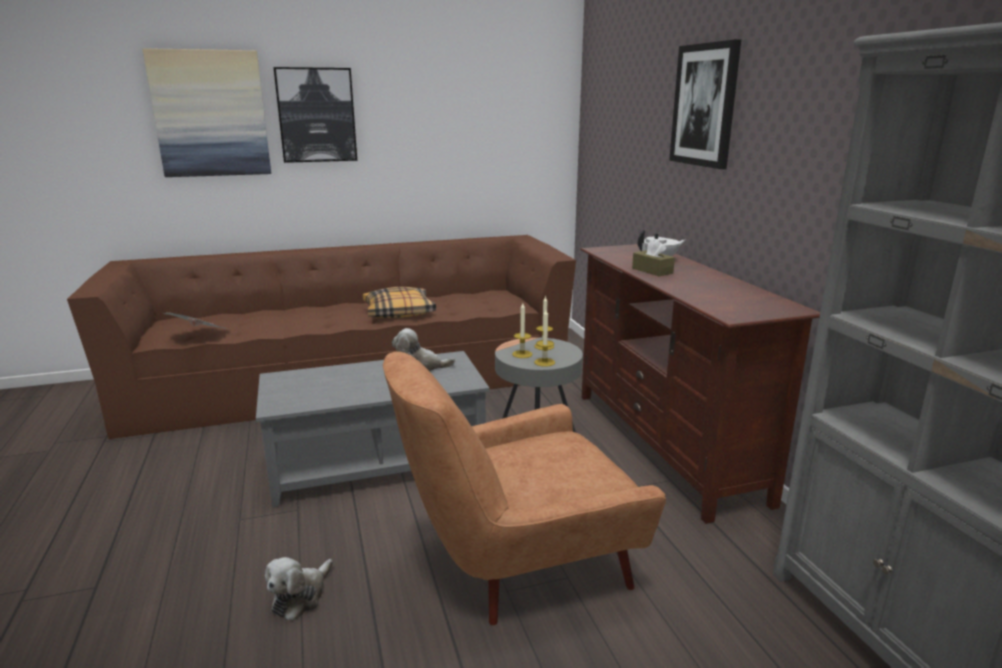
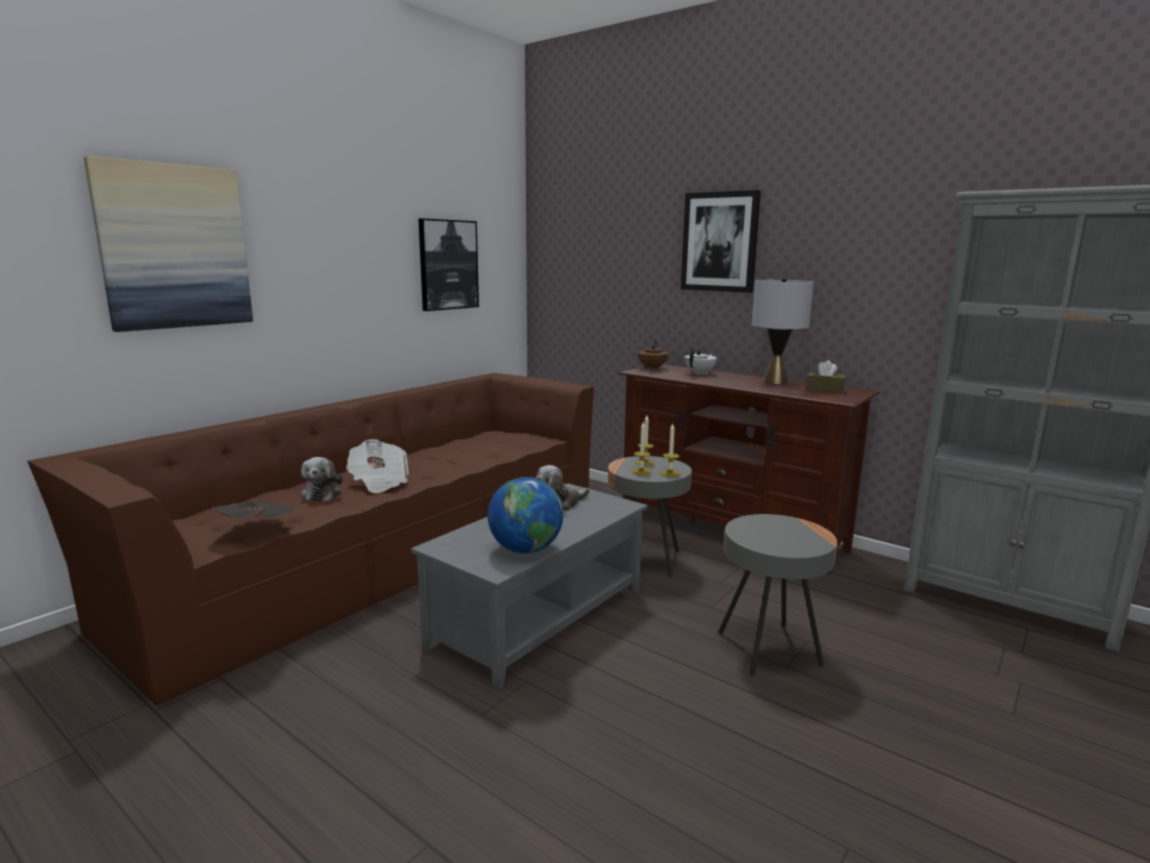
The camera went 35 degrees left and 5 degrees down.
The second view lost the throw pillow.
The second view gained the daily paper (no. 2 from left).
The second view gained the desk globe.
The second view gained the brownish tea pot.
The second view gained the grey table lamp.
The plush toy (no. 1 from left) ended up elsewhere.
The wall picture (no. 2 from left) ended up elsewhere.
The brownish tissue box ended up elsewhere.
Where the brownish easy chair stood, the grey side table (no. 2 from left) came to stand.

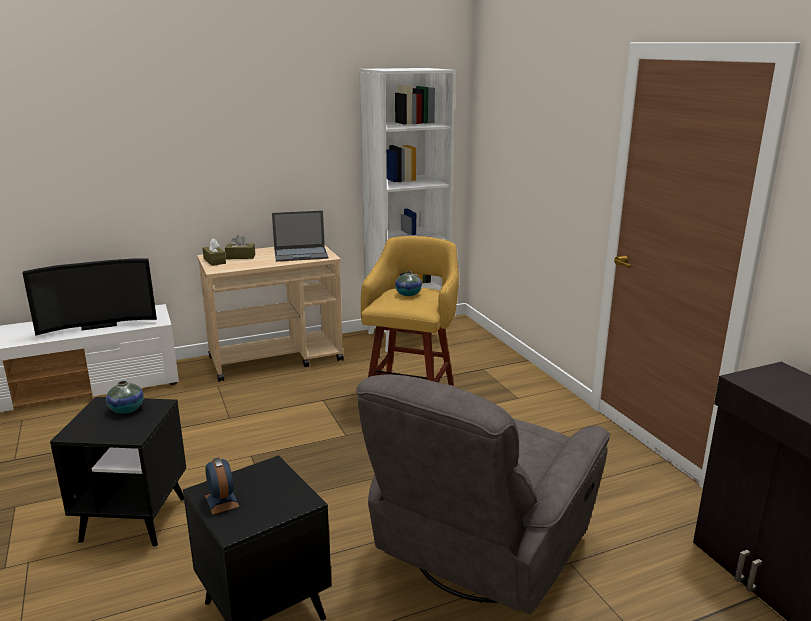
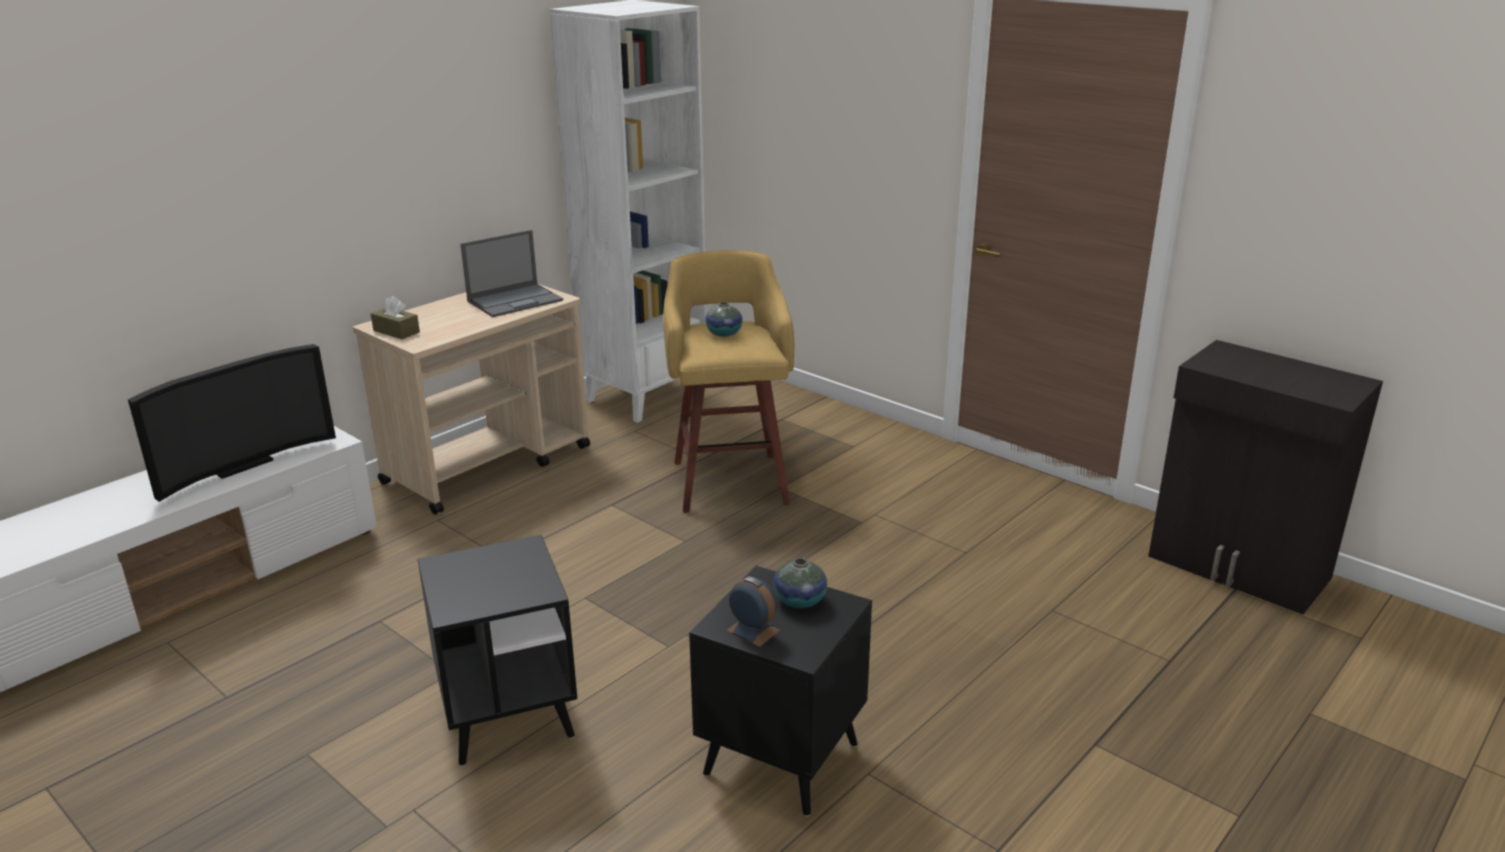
The camera went 25 degrees left and 5 degrees up.
The second view lost the brownish tissue box (no. 2 from left).
The second view lost the grey easy chair.
The flower vase (no. 1 from left in the first image) ended up elsewhere.

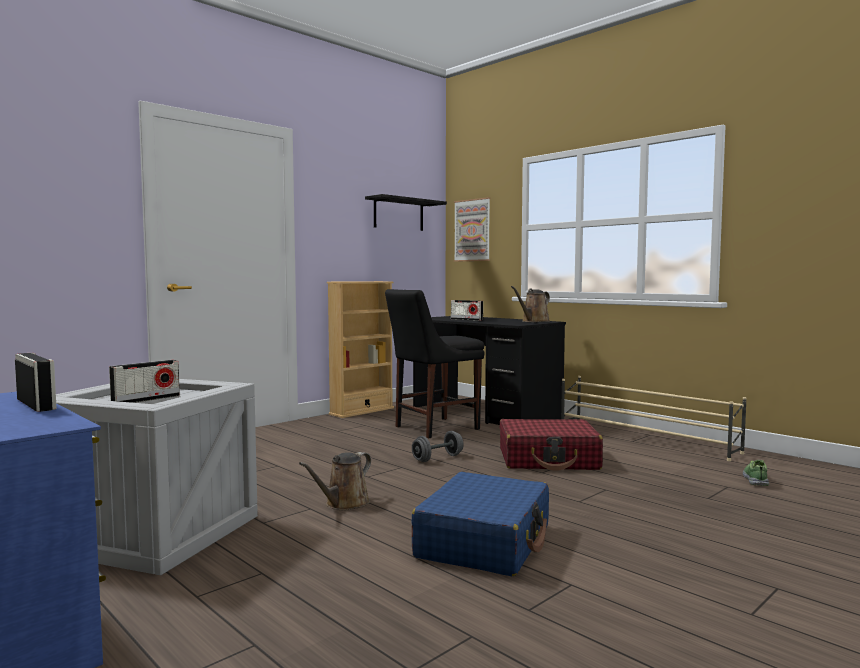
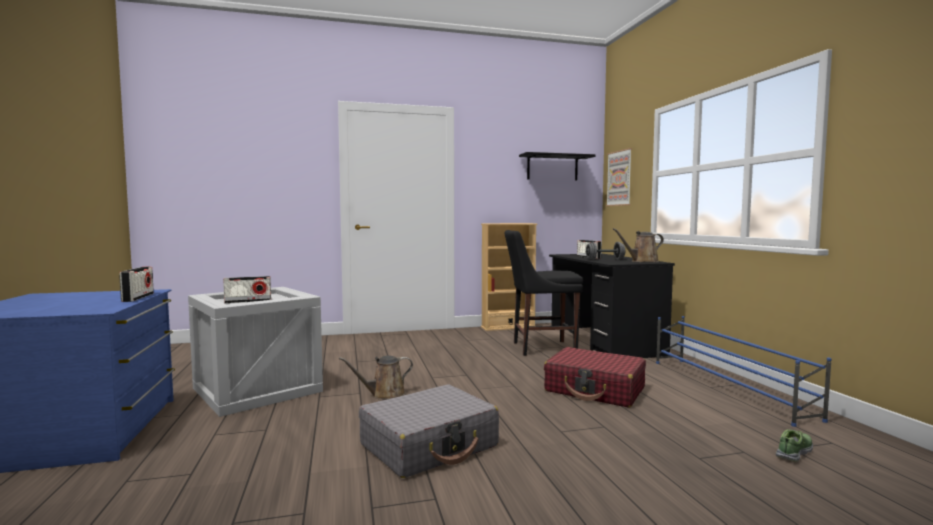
The camera went 30 degrees right and 0 degrees up.
The grey hand weight ended up elsewhere.
What was the bluish piece of luggage turned into the grey piece of luggage.
What was the sand-coloured shoe rack turned into the bluish shoe rack.

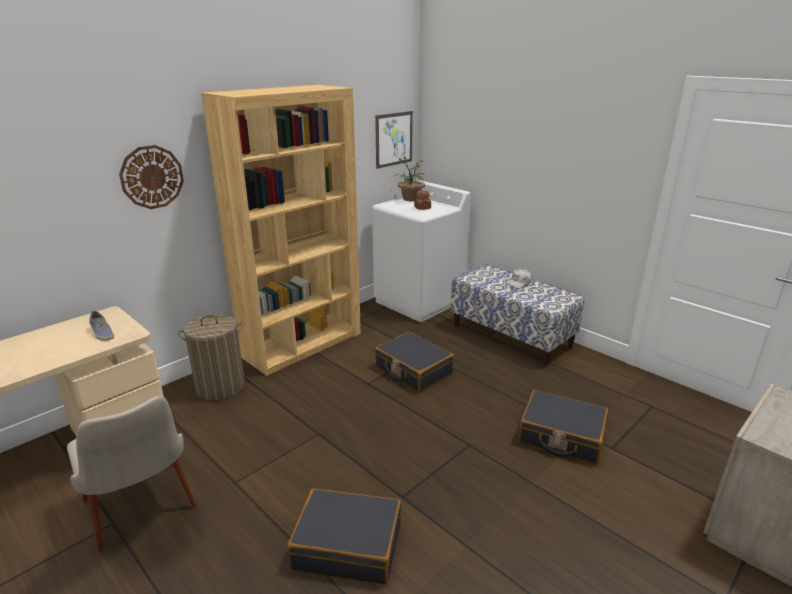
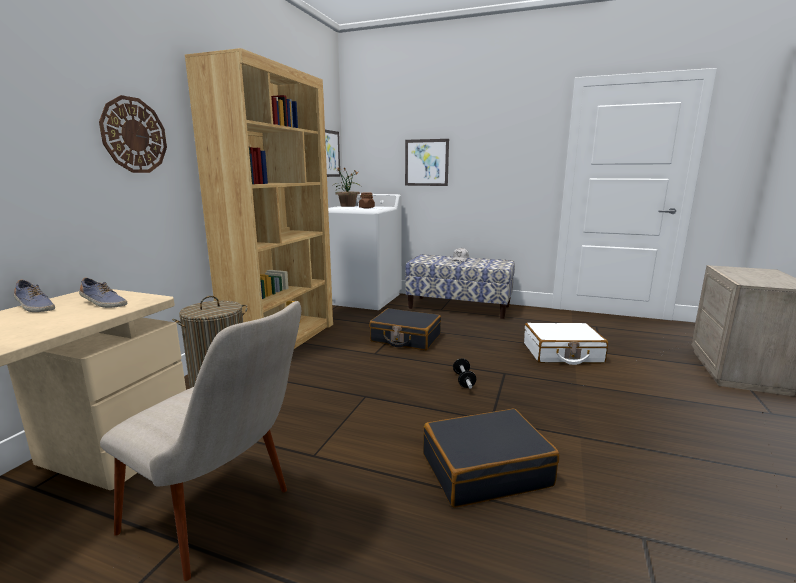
The camera went 25 degrees left and 10 degrees down.
The second view gained the item of footwear (no. 1 from left).
The second view gained the wall picture (no. 2 from left).
The second view gained the hand weight.
What was the black piece of luggage (no. 3 from left) turned into the whitish piece of luggage.

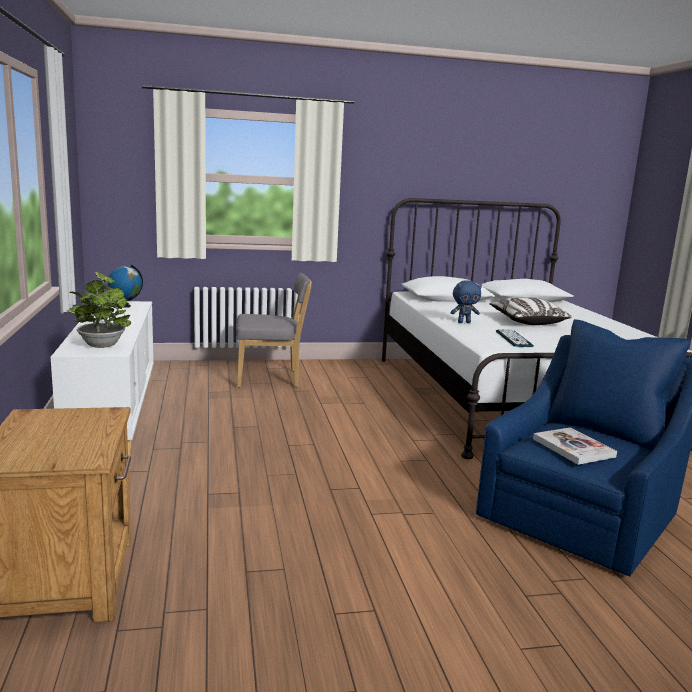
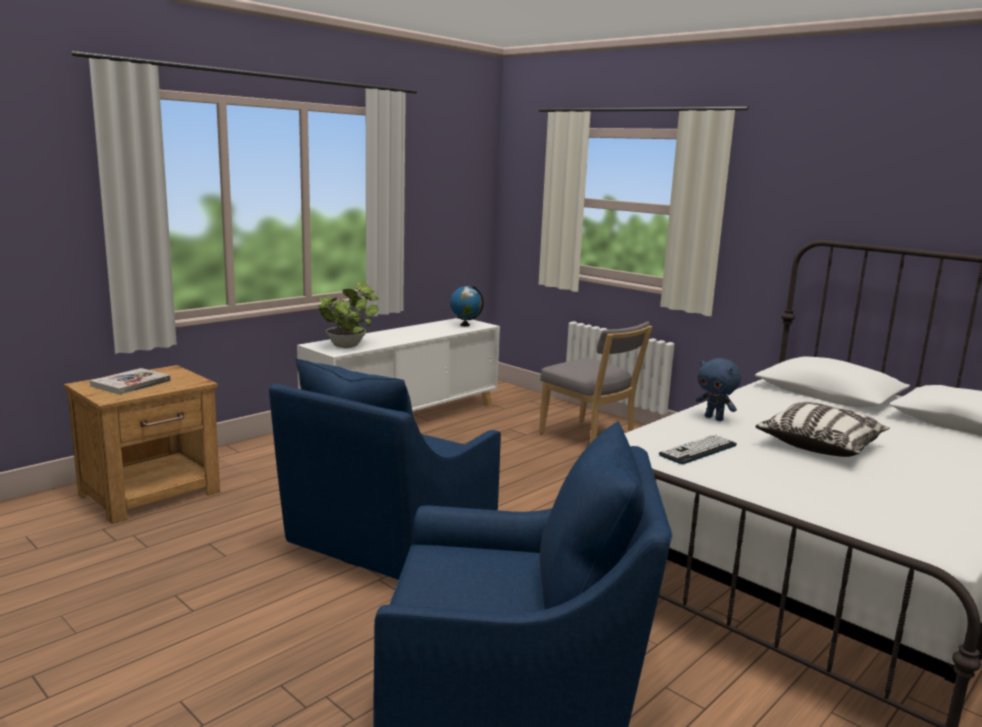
The camera went 55 degrees right and 0 degrees up.
The second view gained the bluish easy chair (no. 1 from left).
The bound book ended up elsewhere.

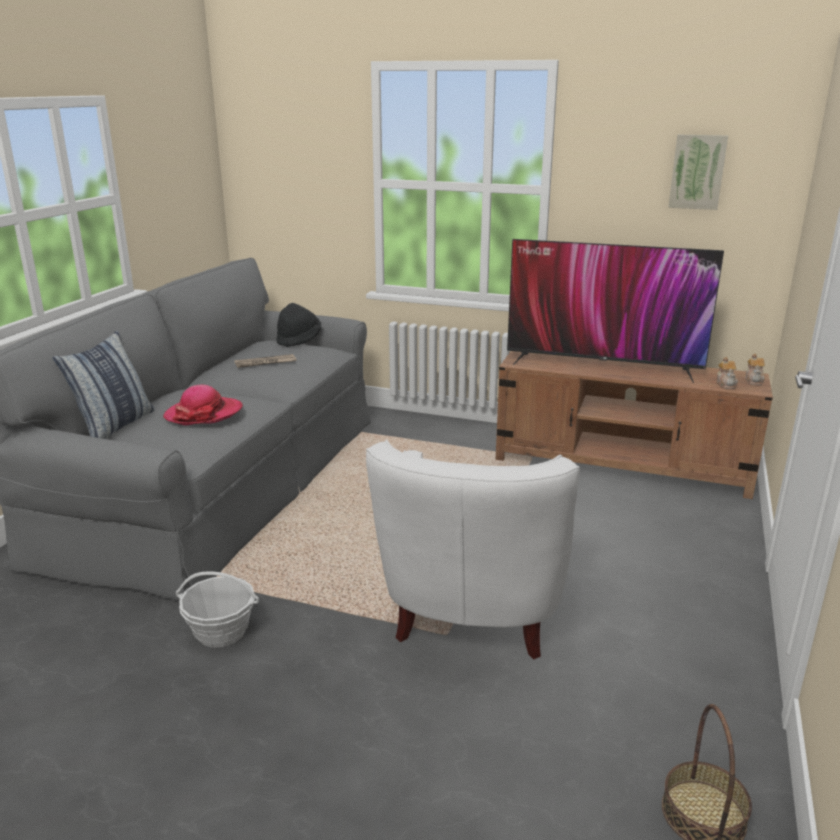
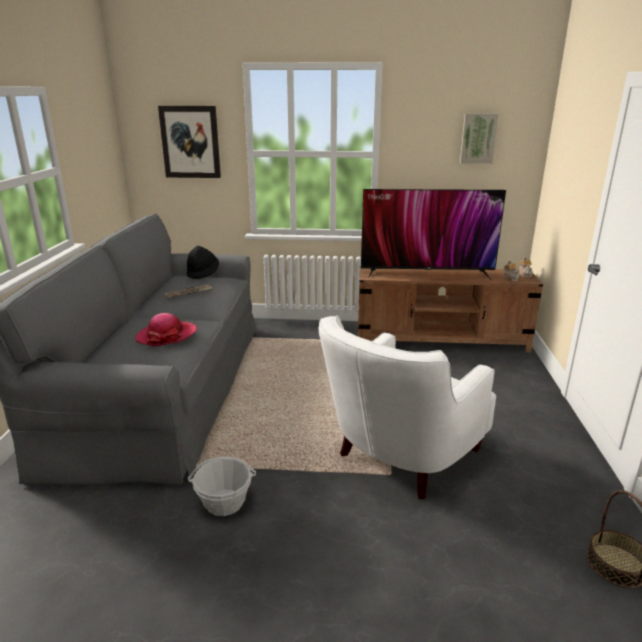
The camera went 15 degrees left and 0 degrees up.
The second view lost the throw pillow.
The second view gained the wall picture (no. 1 from left).
The whitish easy chair ended up facing another way, 45 degrees clockwise from before.

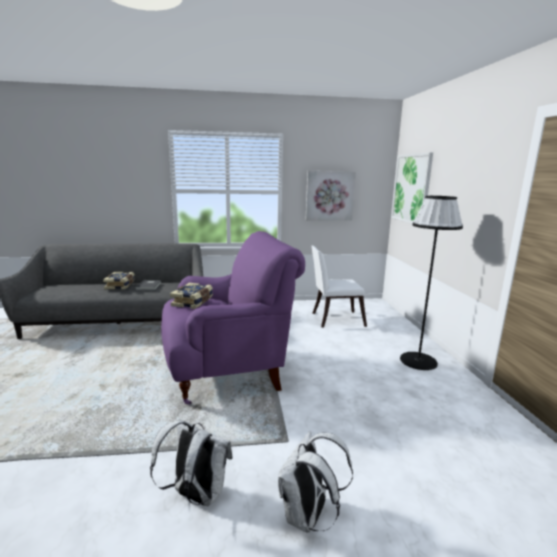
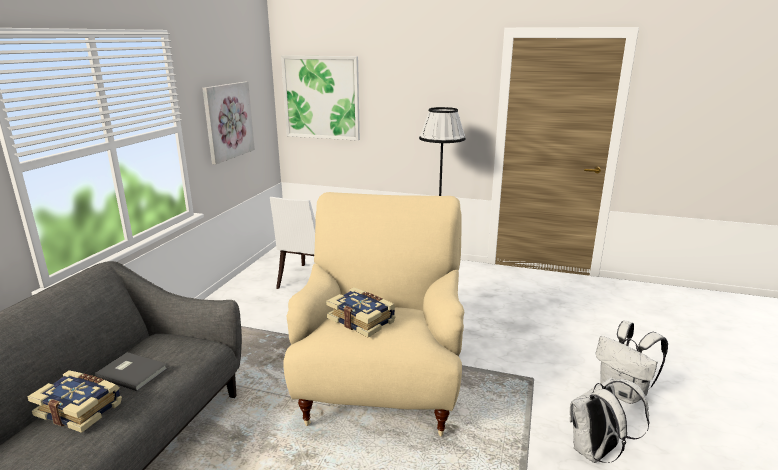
The camera went 65 degrees left and 5 degrees up.
What was the purple easy chair turned into the sand-coloured easy chair.

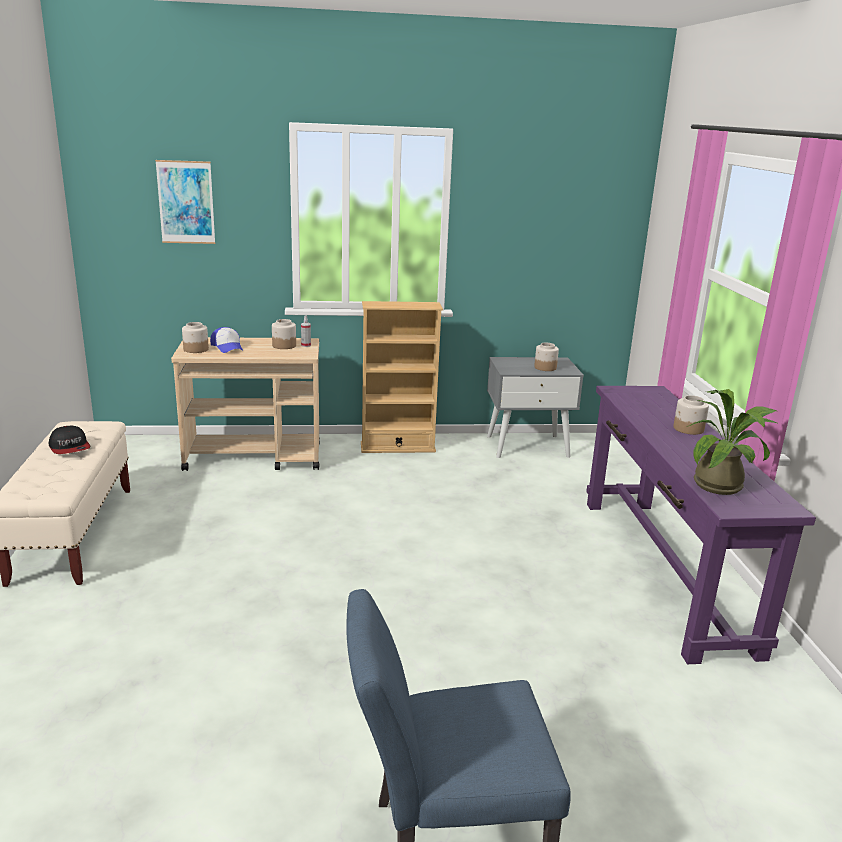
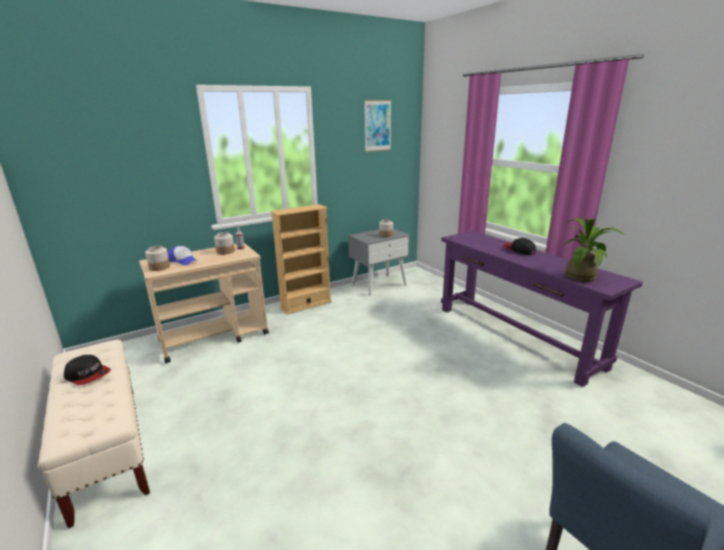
The camera went 25 degrees left and 0 degrees up.
The wall picture ended up elsewhere.
Where the jar (no. 4 from left) stood, the cap (no. 3 from left) came to stand.

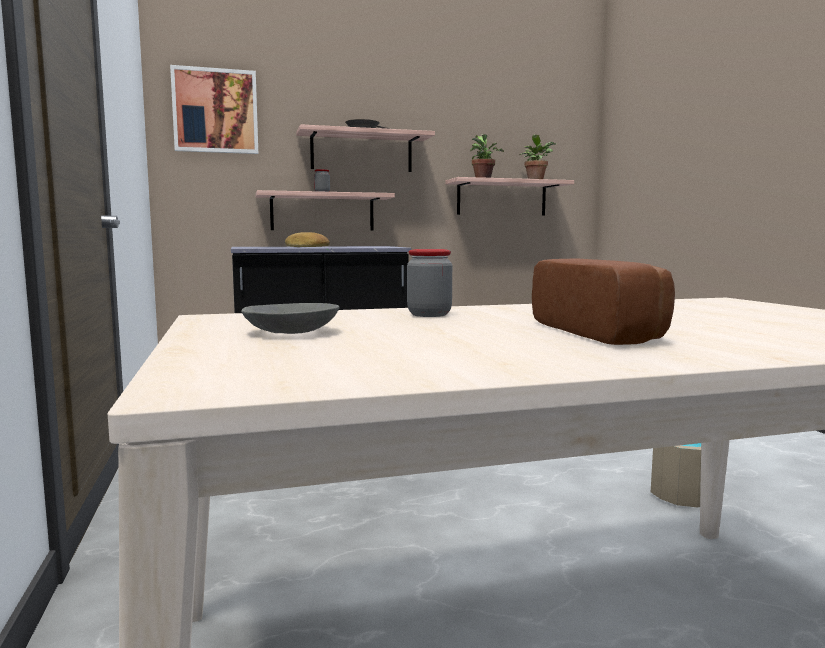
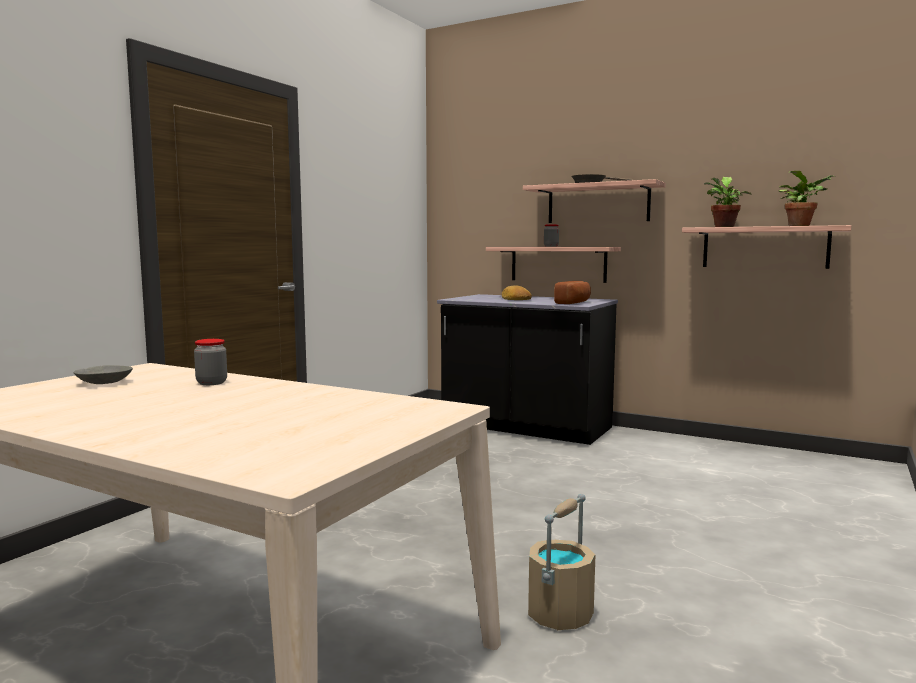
The camera went 45 degrees right and 0 degrees up.
The second view lost the wall picture.
The bread (no. 2 from left) ended up elsewhere.

